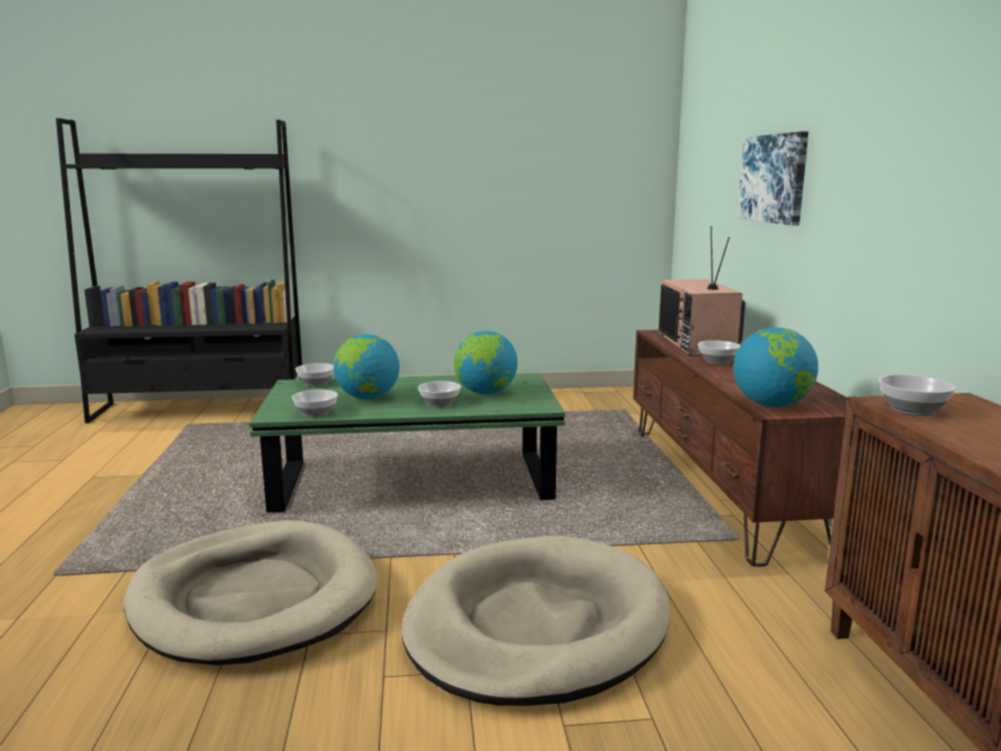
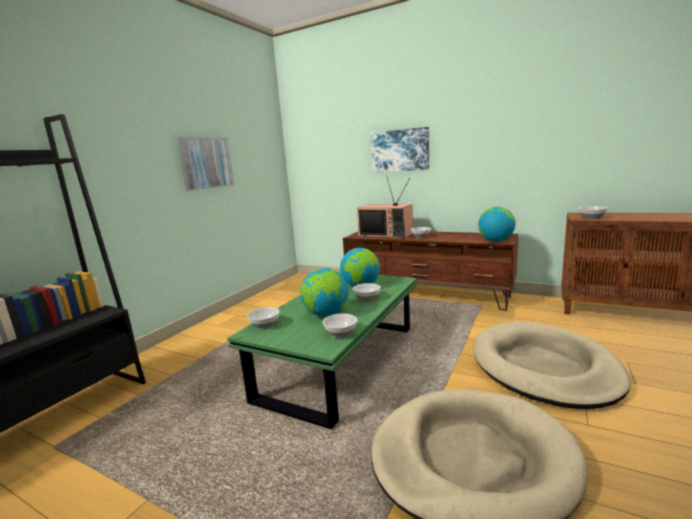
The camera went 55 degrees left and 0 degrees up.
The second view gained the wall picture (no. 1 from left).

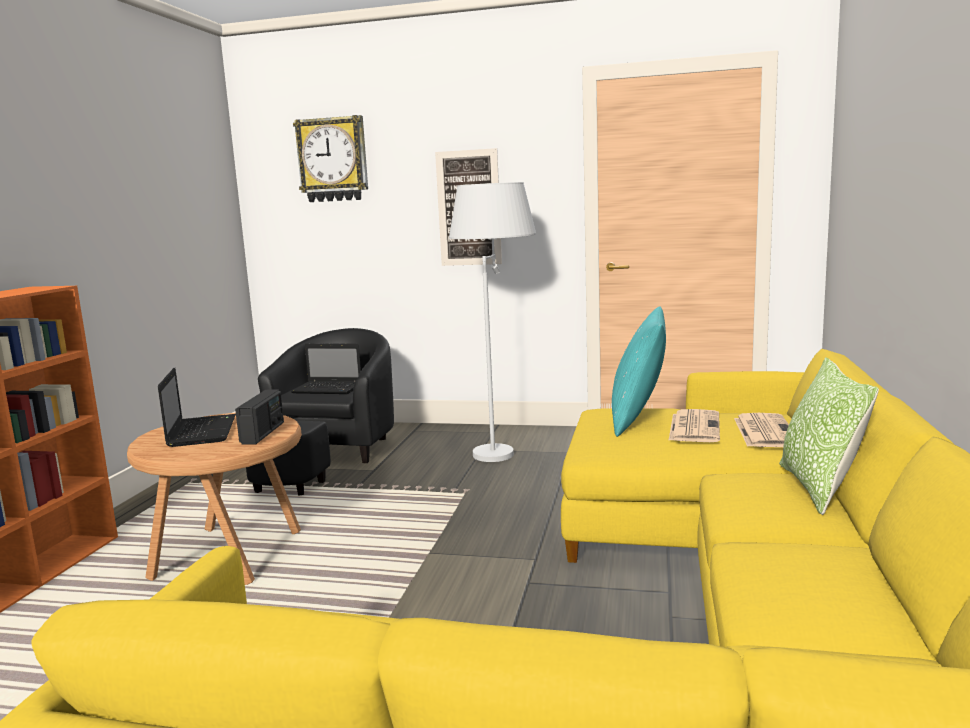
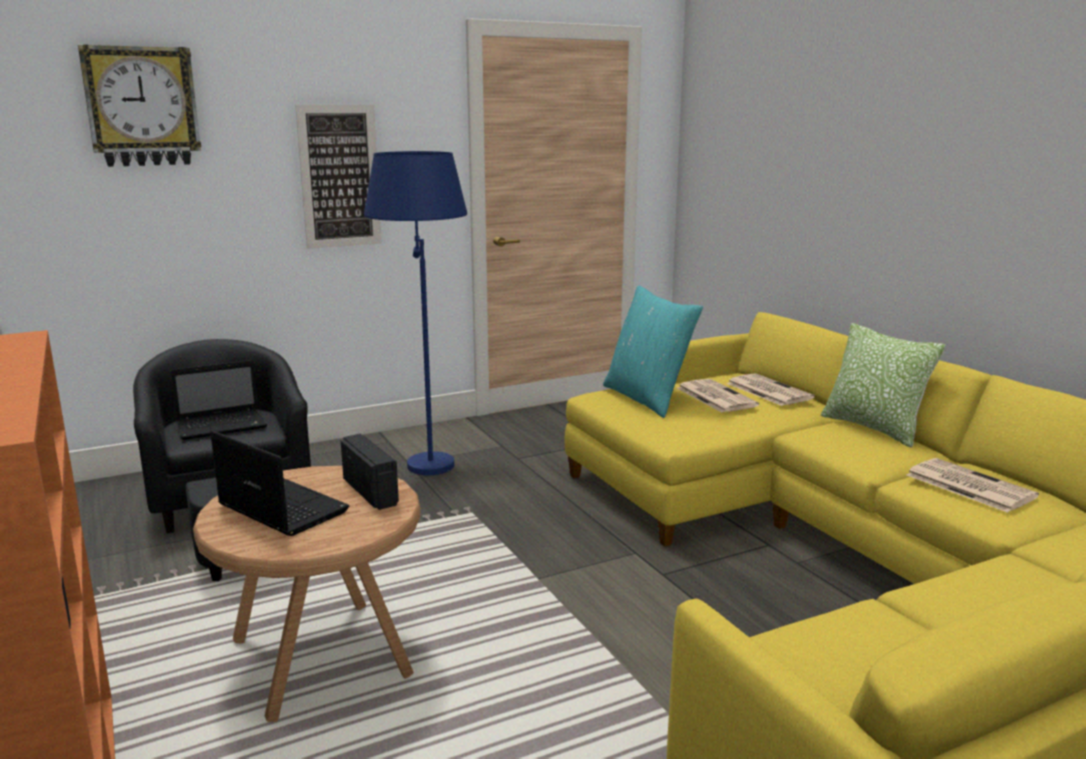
The camera went 40 degrees left and 5 degrees up.
The second view gained the daily paper (no. 3 from left).
What was the whitish floor lamp turned into the bluish floor lamp.

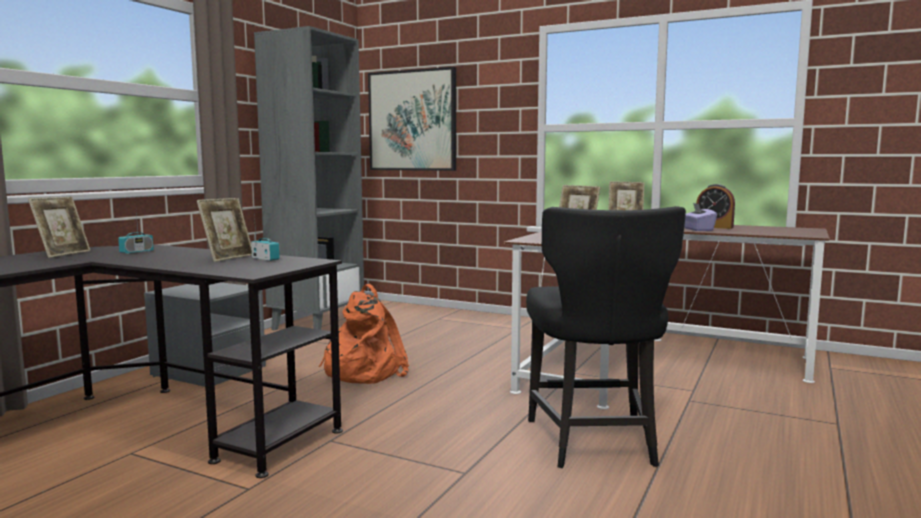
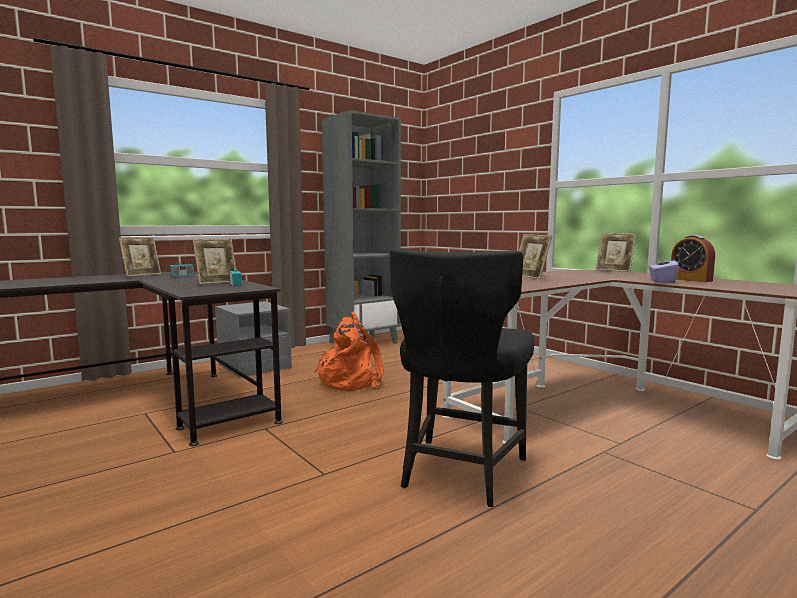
The camera went 25 degrees right and 0 degrees up.
The second view lost the wall picture.

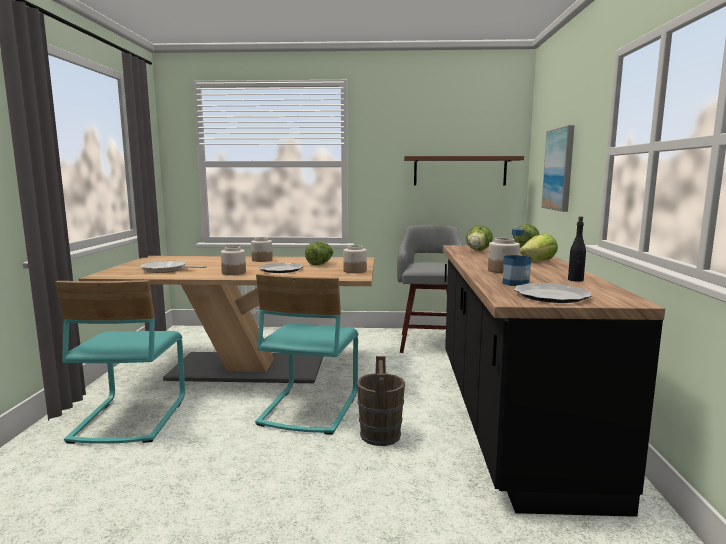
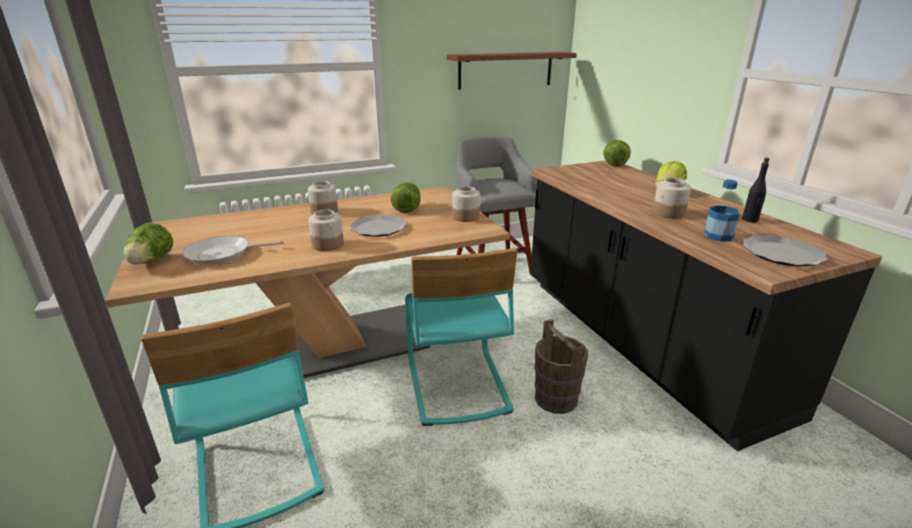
The camera went 25 degrees left and 15 degrees up.
The second view lost the wall picture.
The lettuce (no. 2 from left in the first image) ended up elsewhere.

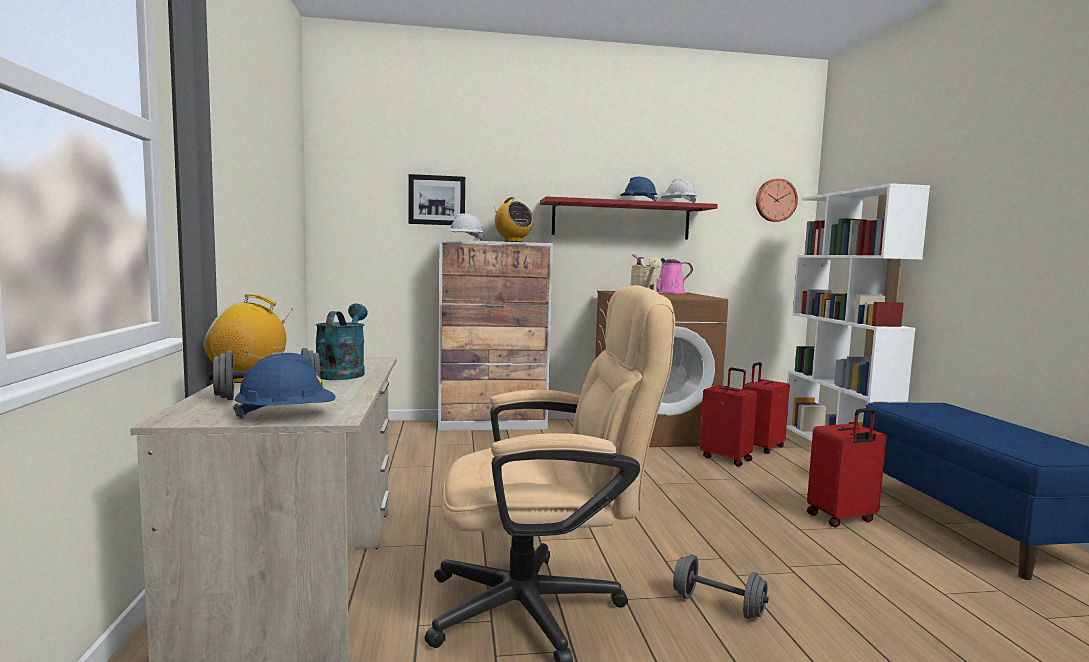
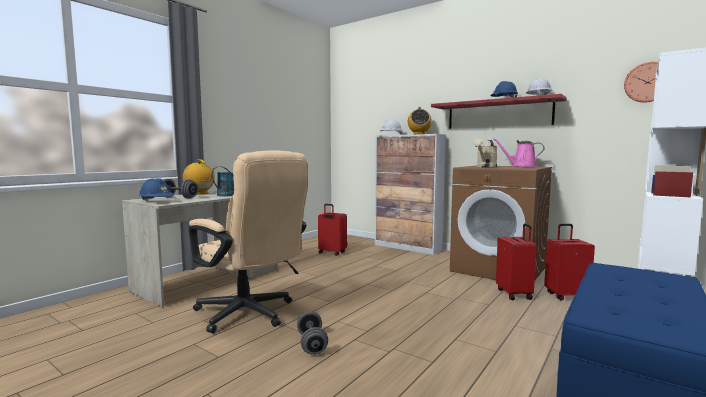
The camera went 45 degrees right and 0 degrees up.
The second view lost the wall picture.
The red-coloured piece of luggage (no. 3 from left in the first image) ended up elsewhere.

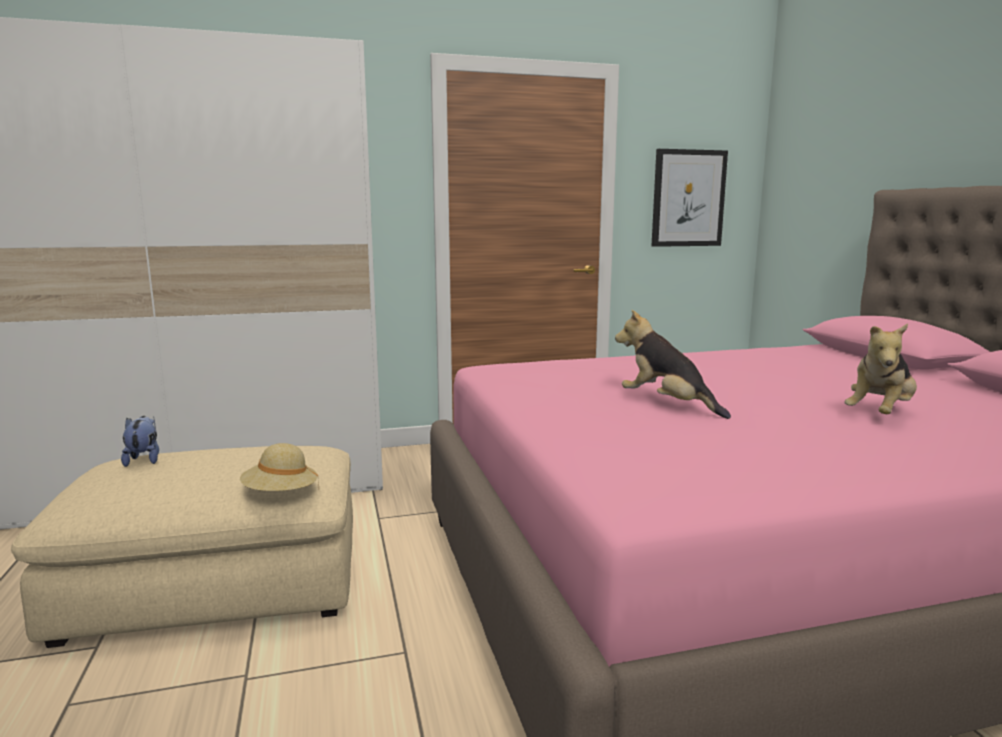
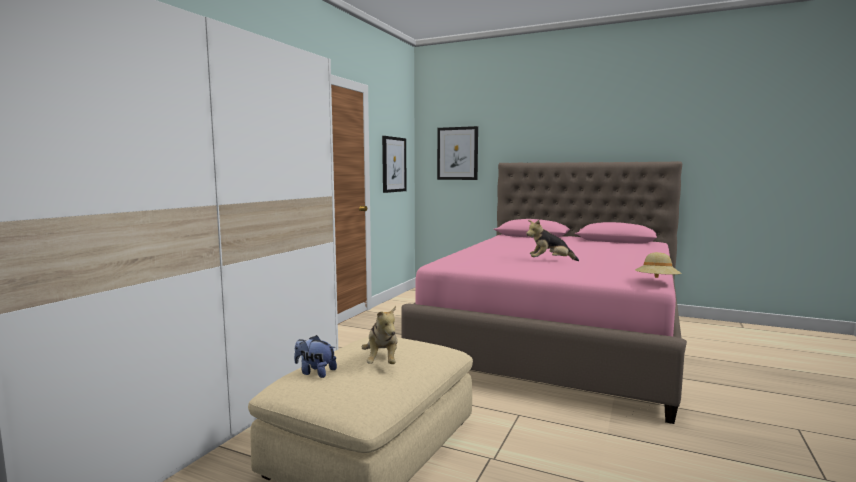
The camera went 50 degrees left and 5 degrees down.
The second view gained the wall picture (no. 2 from left).
The sand-coloured clothing hat ended up elsewhere.
The plush toy (no. 3 from left in the first image) ended up elsewhere.

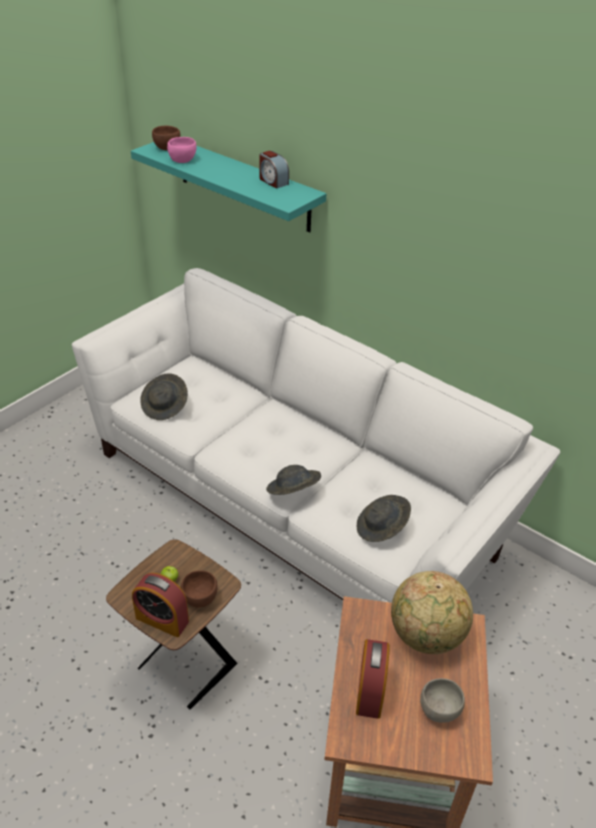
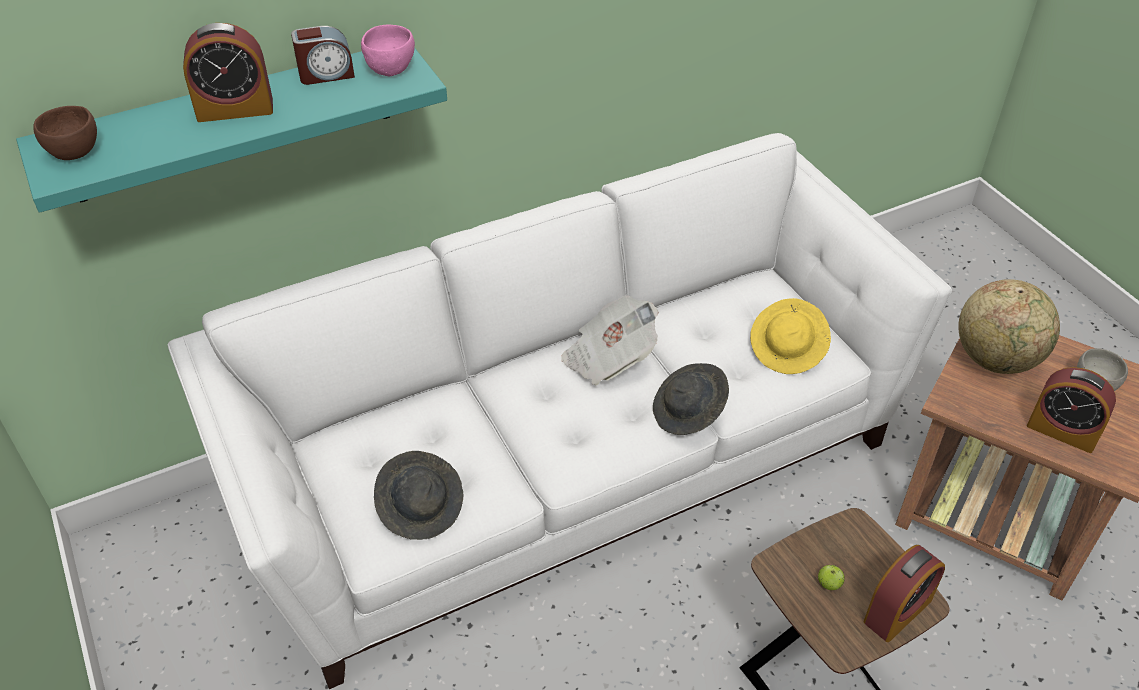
The camera went 65 degrees left and 5 degrees up.
The second view lost the brownish deep dish (no. 2 from left).
The second view gained the bedside clock (no. 1 from left).
The second view gained the daily paper.
The pink deep dish ended up elsewhere.
What was the grey clothing hat (no. 3 from left) turned into the yellow clothing hat.

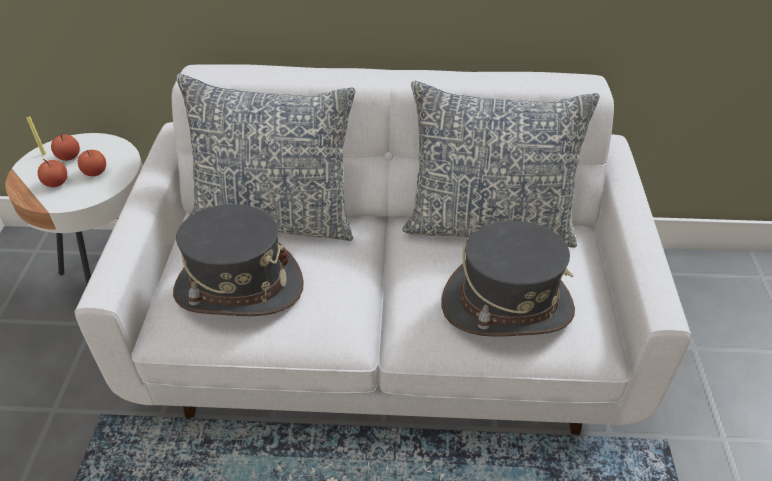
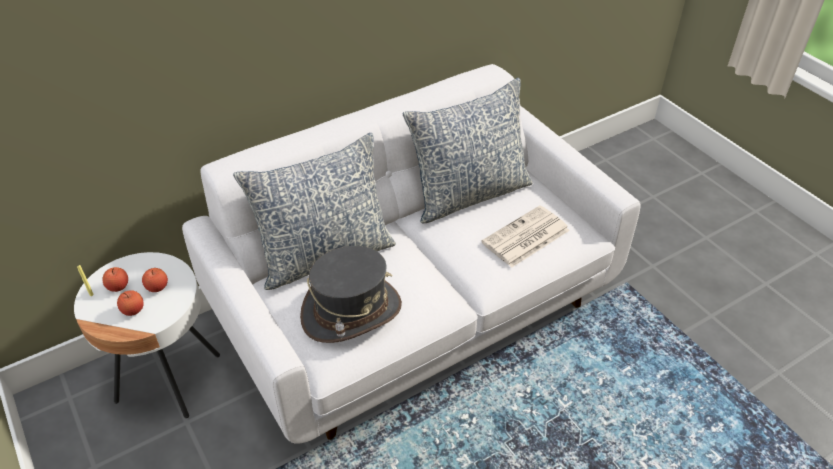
The camera went 35 degrees left and 0 degrees up.
Where the grey clothing hat (no. 2 from left) stood, the daily paper came to stand.

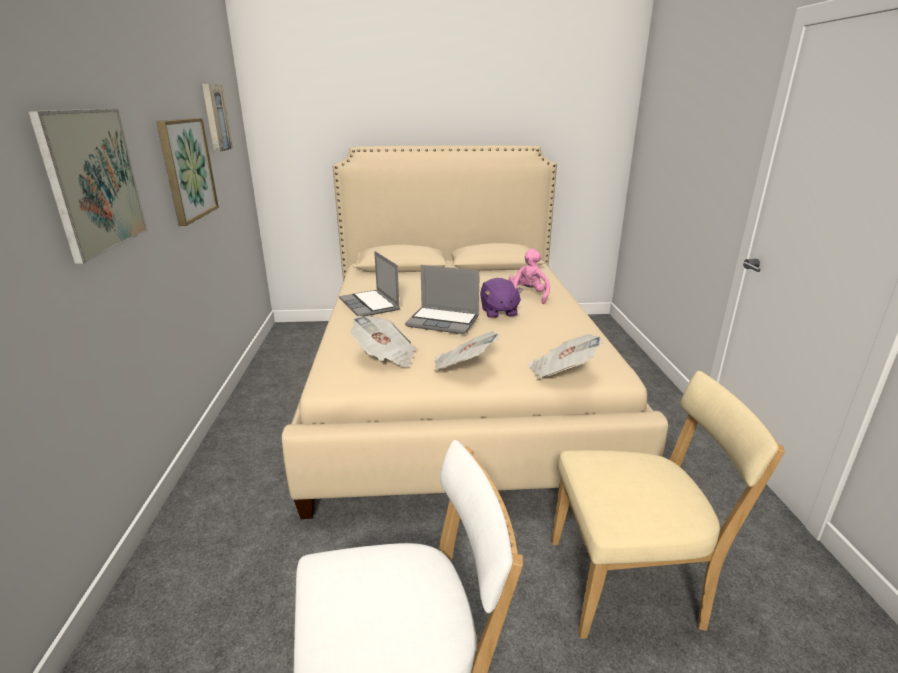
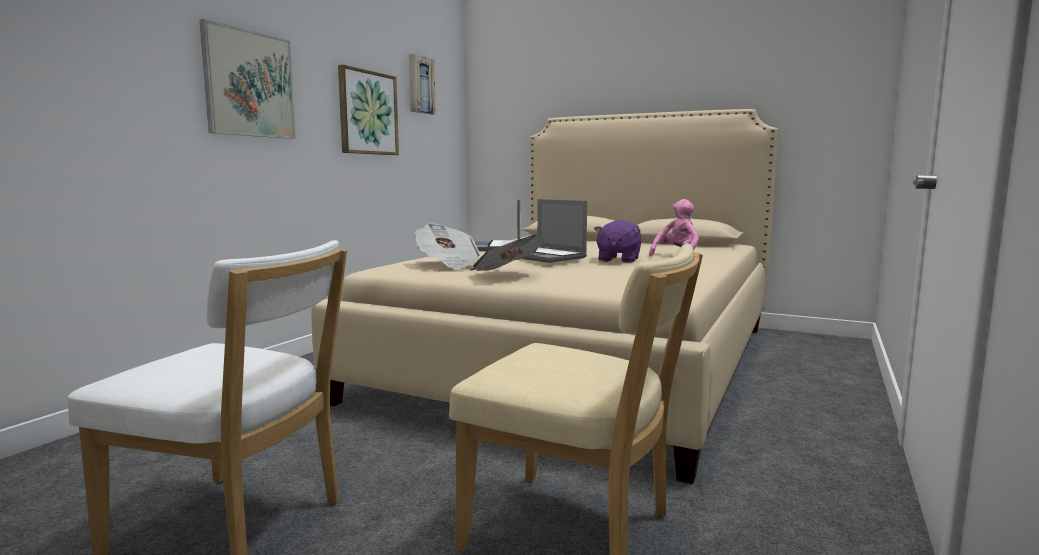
The camera went 30 degrees right and 15 degrees down.
The second view lost the daily paper (no. 3 from left).

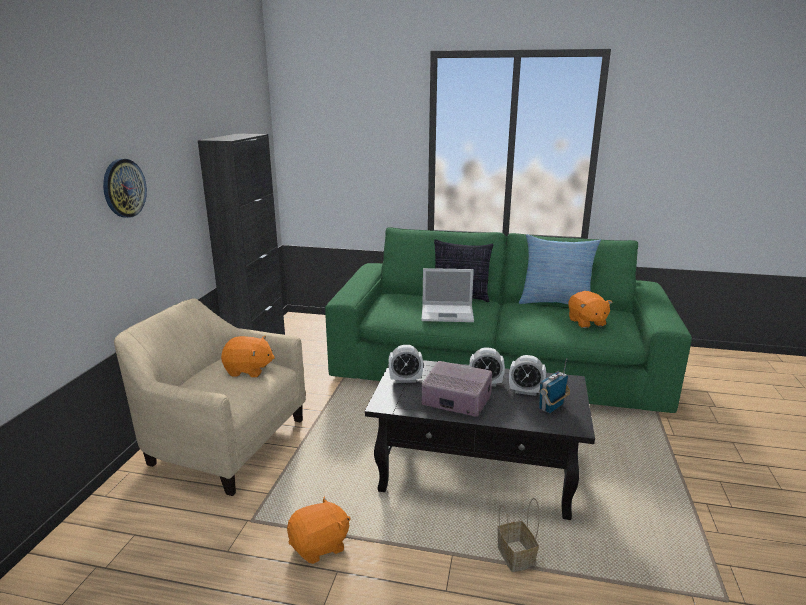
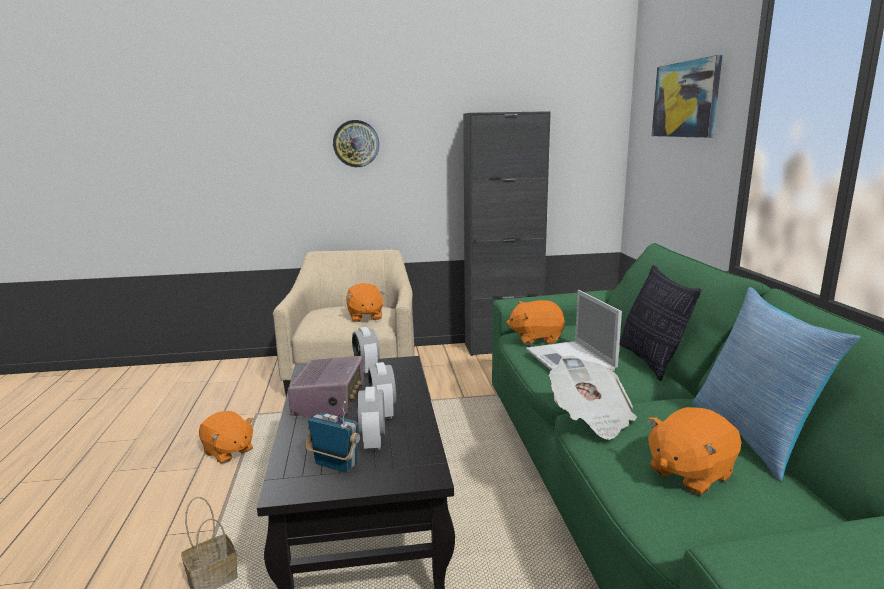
The camera went 70 degrees right and 5 degrees down.
The second view gained the orange-coloured plush toy (no. 3 from left).
The second view gained the daily paper.
The second view gained the wall picture.

